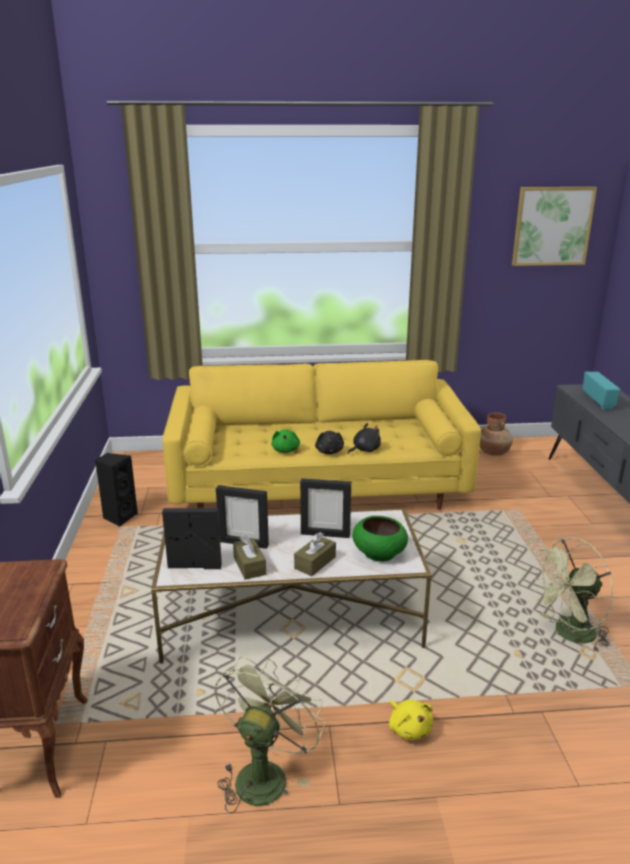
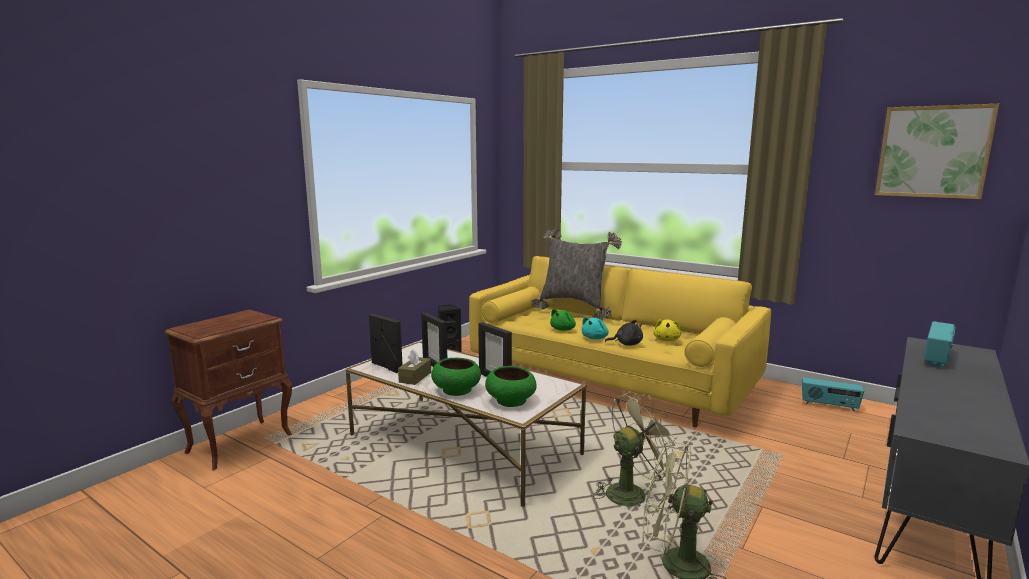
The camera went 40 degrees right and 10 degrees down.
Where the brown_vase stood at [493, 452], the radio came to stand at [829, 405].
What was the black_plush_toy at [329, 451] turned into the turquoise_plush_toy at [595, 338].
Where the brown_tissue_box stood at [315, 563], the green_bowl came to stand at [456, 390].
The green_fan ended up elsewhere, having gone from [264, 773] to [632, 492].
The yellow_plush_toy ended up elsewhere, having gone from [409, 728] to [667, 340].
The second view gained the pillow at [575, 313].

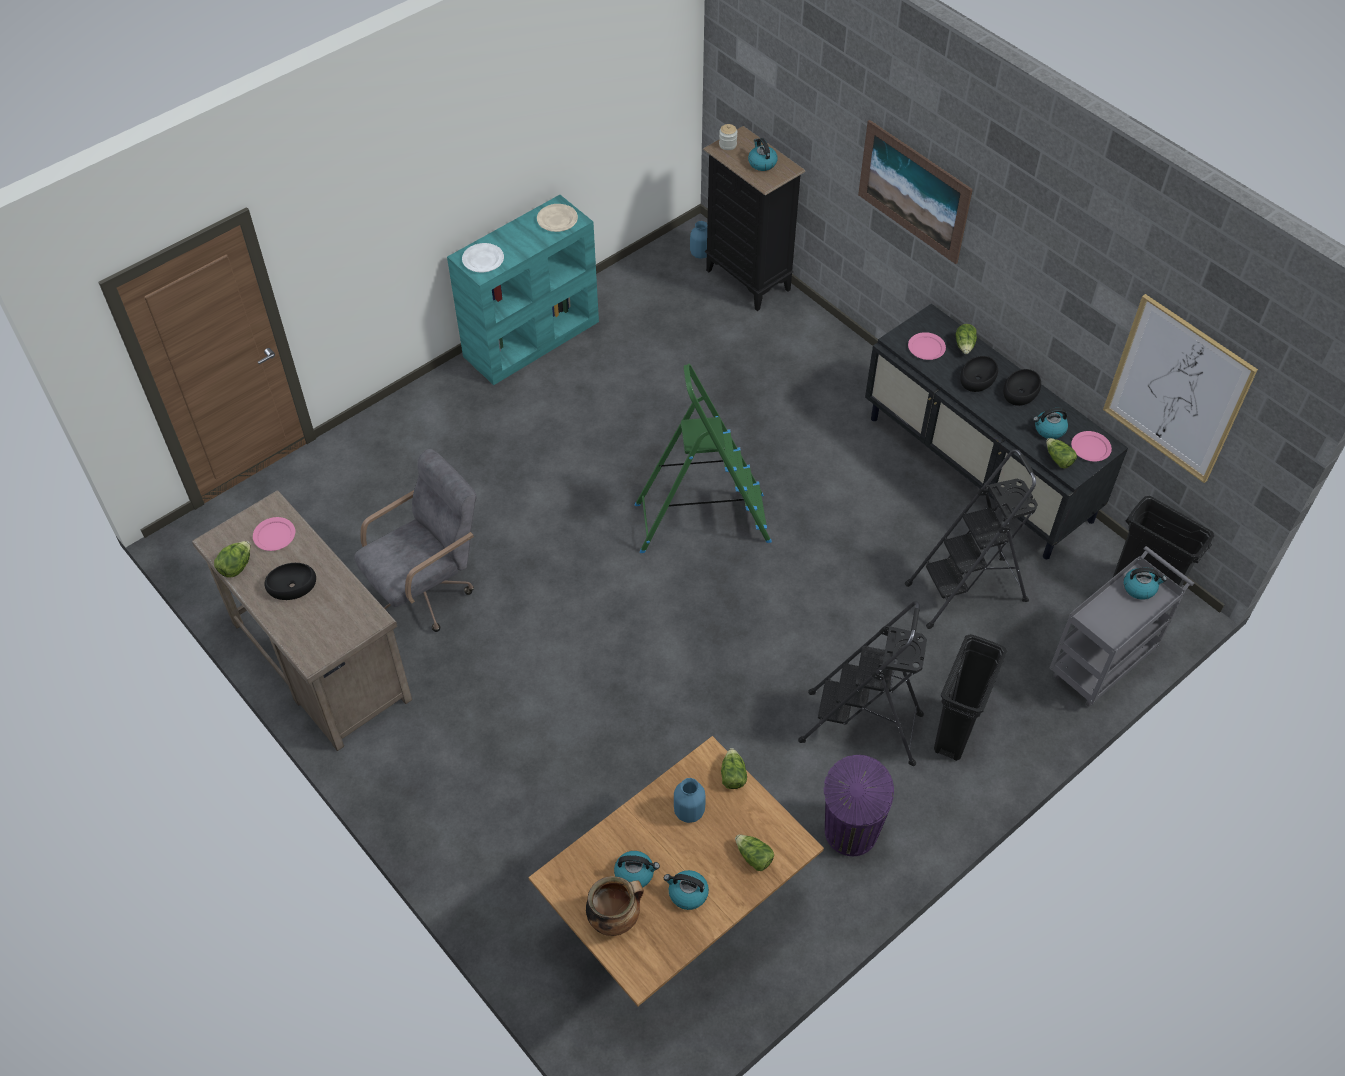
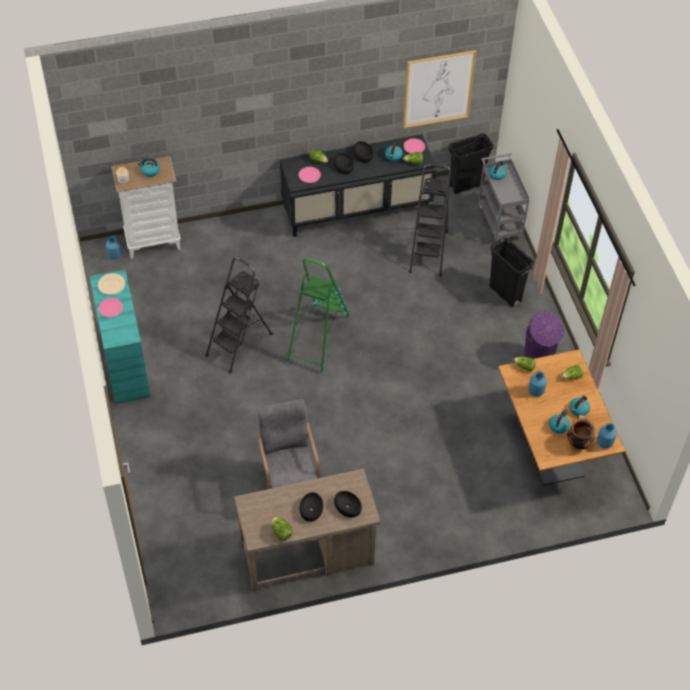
The camera went 65 degrees left and 0 degrees up.
The second view lost the picture at [913, 191].
What was the black_dresser at [748, 282] turned into the white_dresser at [154, 243].
The second view lost the white_plate at [483, 260].
The pink_plate ended up elsewhere, having gone from [275, 535] to [111, 308].
The step_ladder ended up elsewhere, having gone from [863, 727] to [240, 343].
The second view gained the blue_vase at [604, 443].
The second view gained the black_bowl at [348, 506].

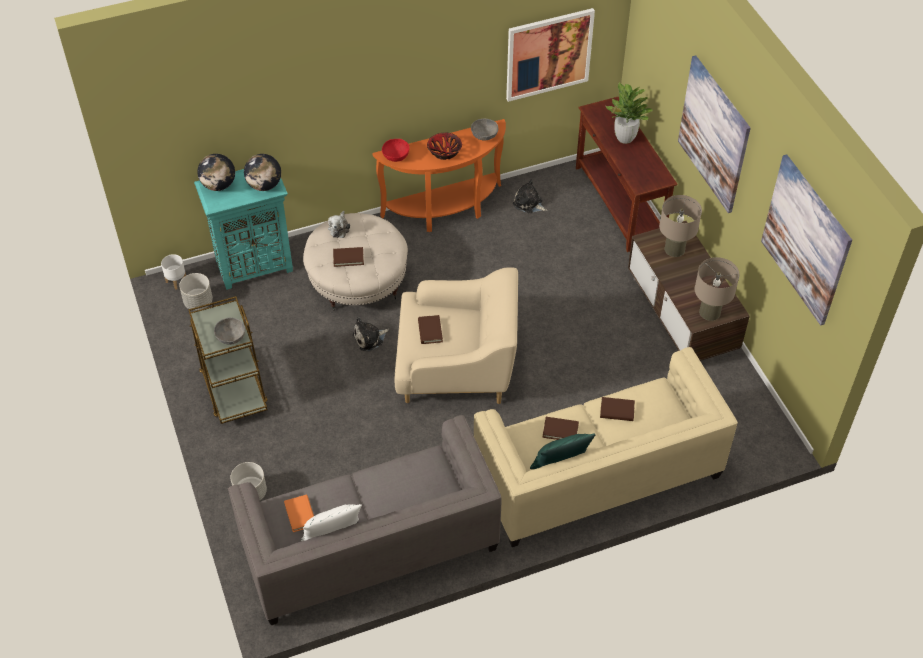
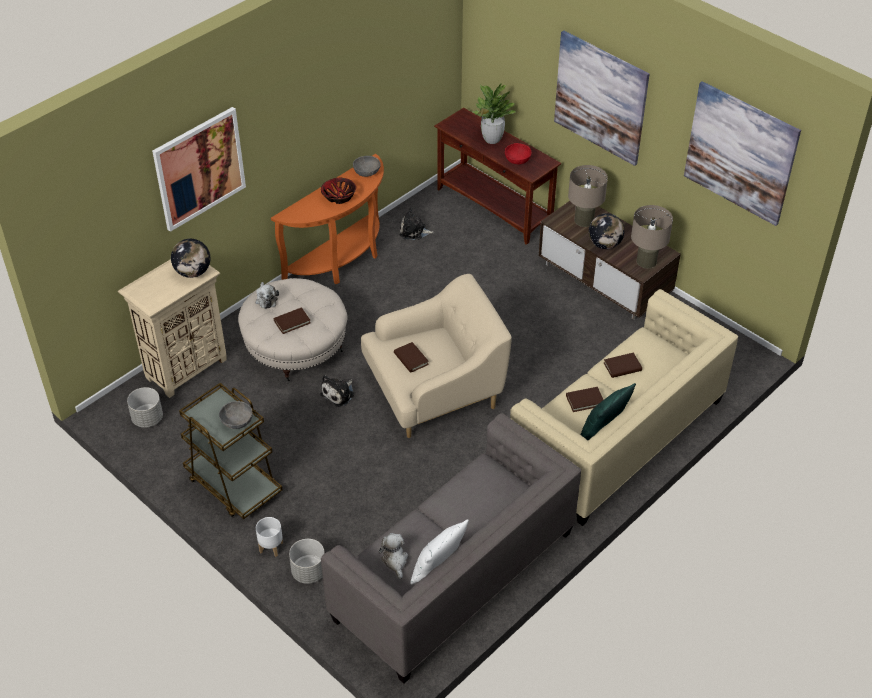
The camera went 25 degrees left and 5 degrees down.
The picture ended up elsewhere, having gone from [548, 54] to [199, 168].
The red_bowl ended up elsewhere, having gone from [396, 156] to [517, 160].
The globe ended up elsewhere, having gone from [218, 185] to [604, 244].
What was the turquoise_cabinet at [255, 267] turned into the beige_cabinet at [186, 368].
The white_planter ended up elsewhere, having gone from [176, 281] to [271, 547].
Where the orange_book stood at [300, 514], the plush_toy came to stand at [395, 560].

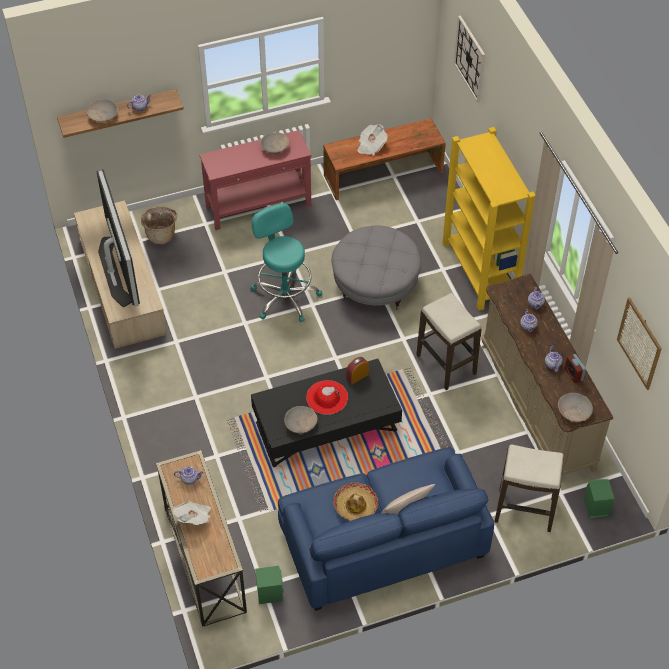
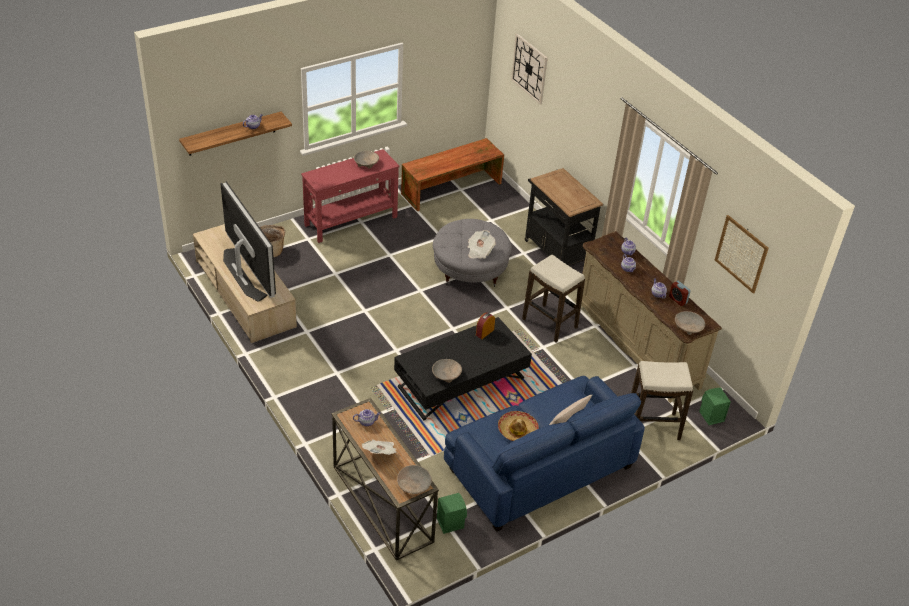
The camera went 15 degrees left and 10 degrees down.
The beige_bowl ended up elsewhere, having gone from [103, 115] to [414, 484].
The newspaper ended up elsewhere, having gone from [371, 146] to [479, 251].
Where the yellow_bookcase stood at [480, 270], the black_cart came to stand at [555, 251].
The second view lost the turquoise_stool at [285, 296].
The second view lost the red_hat at [327, 397].

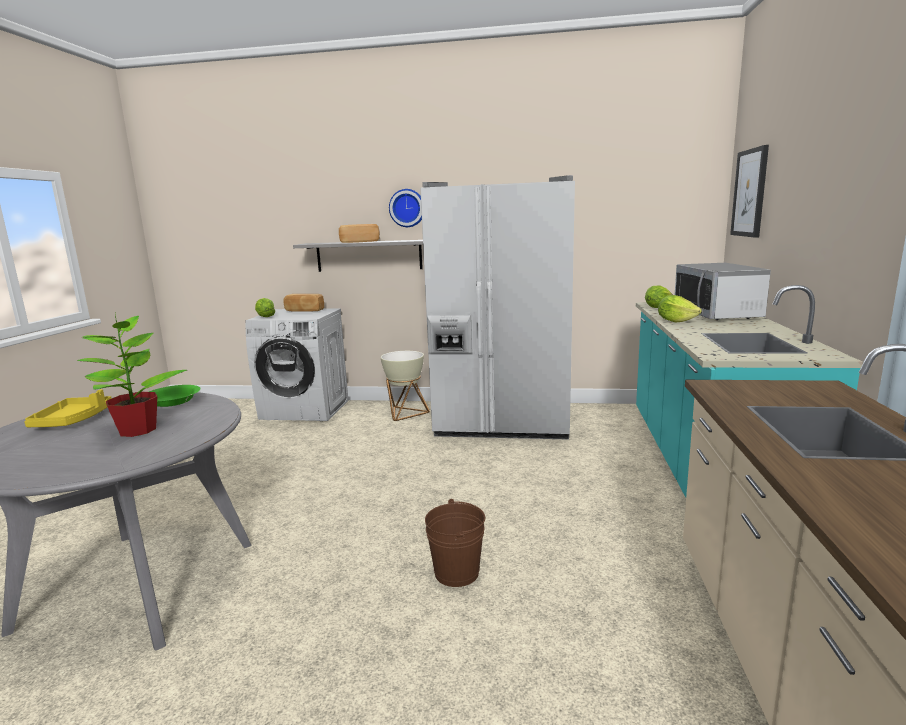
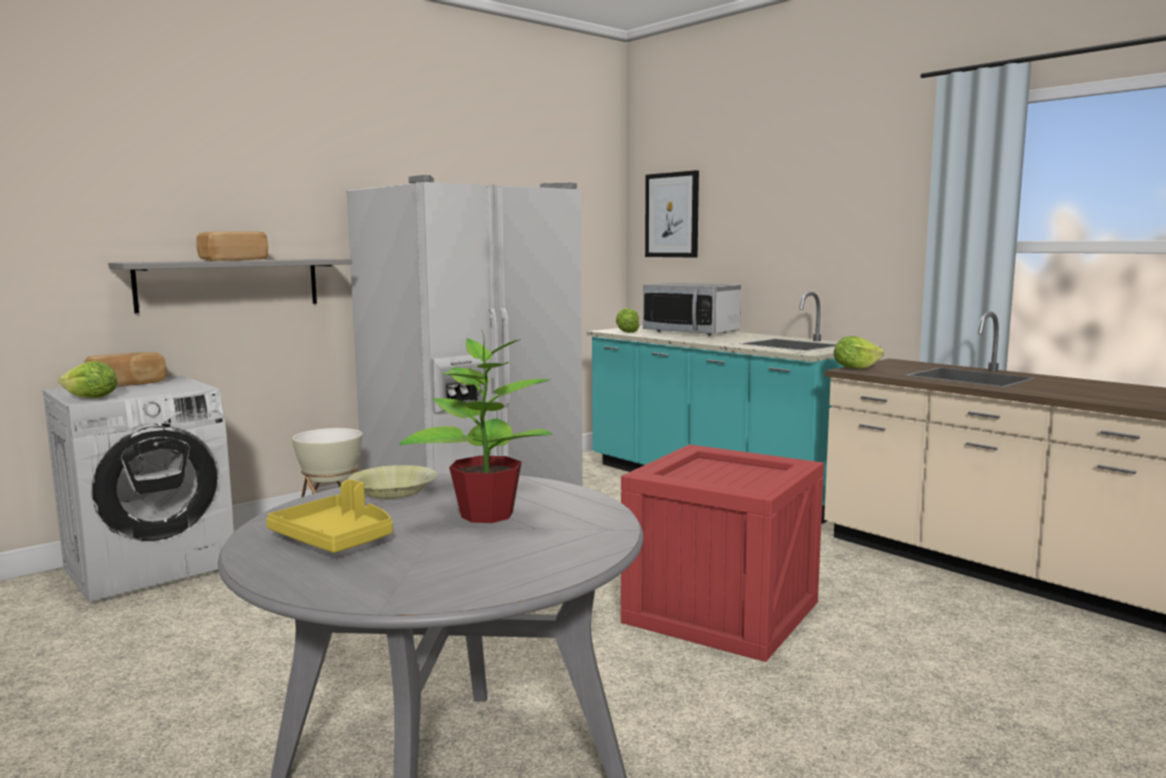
The camera went 50 degrees left and 5 degrees down.
The second view lost the wall_clock at [407, 208].
The lettuce ended up elsewhere, having gone from [676, 321] to [855, 368].
What was the green_bowl at [172, 402] turned into the yellow_bowl at [394, 492].
Where the brown_bucket stood at [456, 572], the crate came to stand at [723, 613].

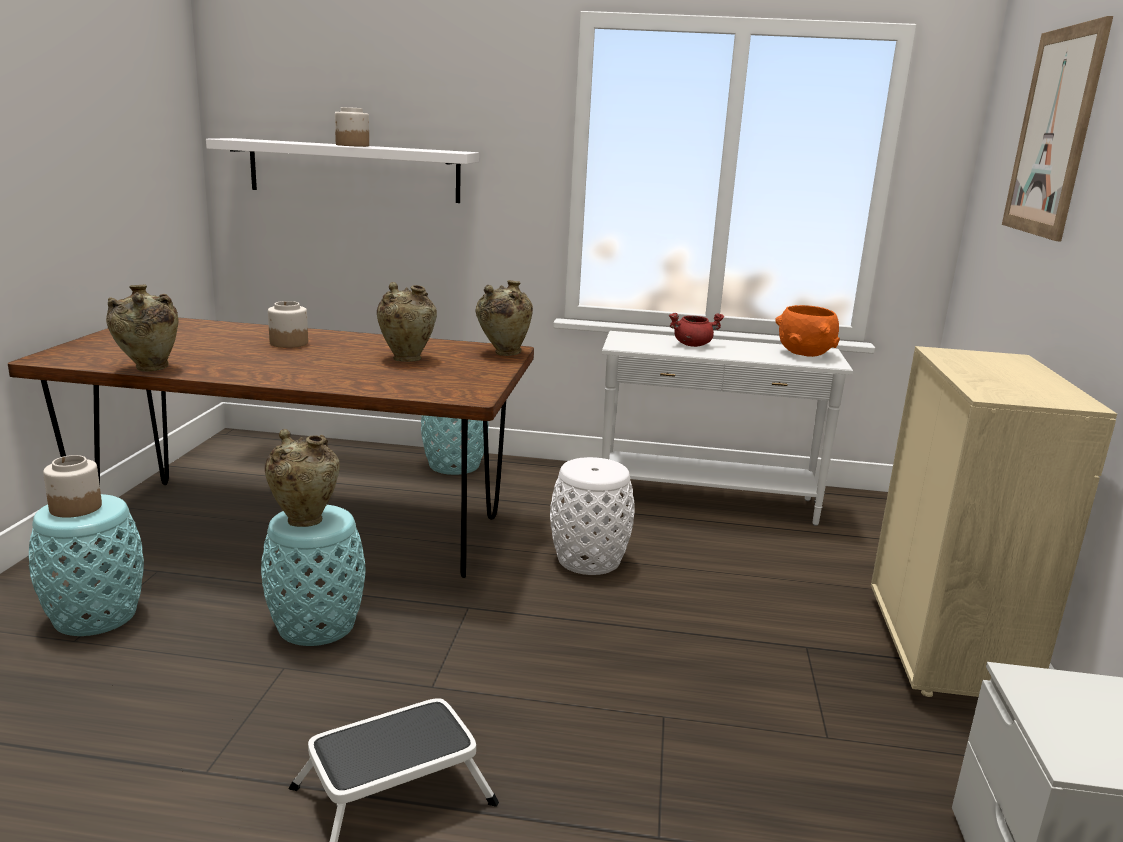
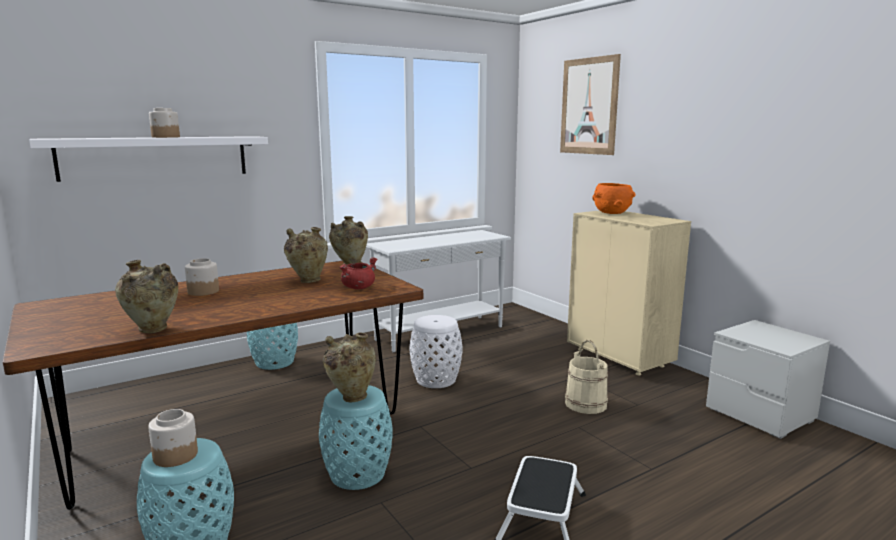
The camera went 40 degrees left and 5 degrees down.
The orange_bowl ended up elsewhere, having gone from [804, 354] to [611, 213].
The red_cooking_pot ended up elsewhere, having gone from [692, 345] to [358, 287].
The second view gained the beige_bucket at [585, 404].

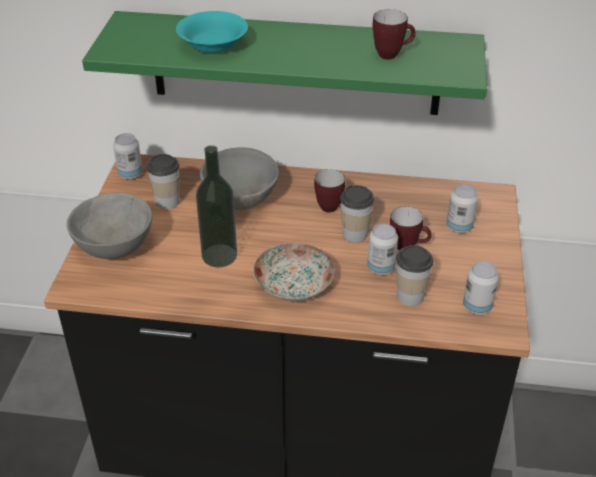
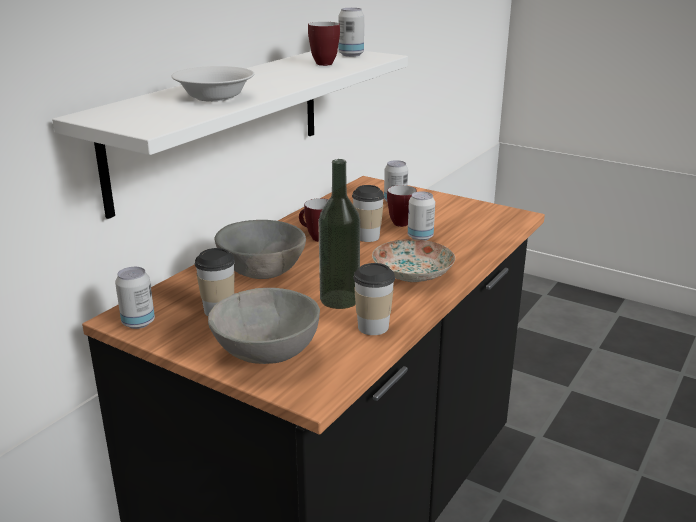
The camera went 65 degrees left and 15 degrees down.
What was the green_shelf at [295, 63] turned into the white_shelf at [221, 123].
What was the turquoise_bowl at [212, 45] turned into the white_bowl at [214, 97].
The cup ended up elsewhere, having gone from [410, 296] to [373, 327].
The can ended up elsewhere, having gone from [477, 306] to [351, 55].

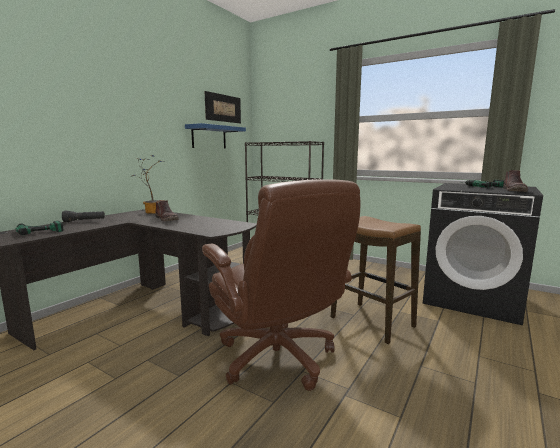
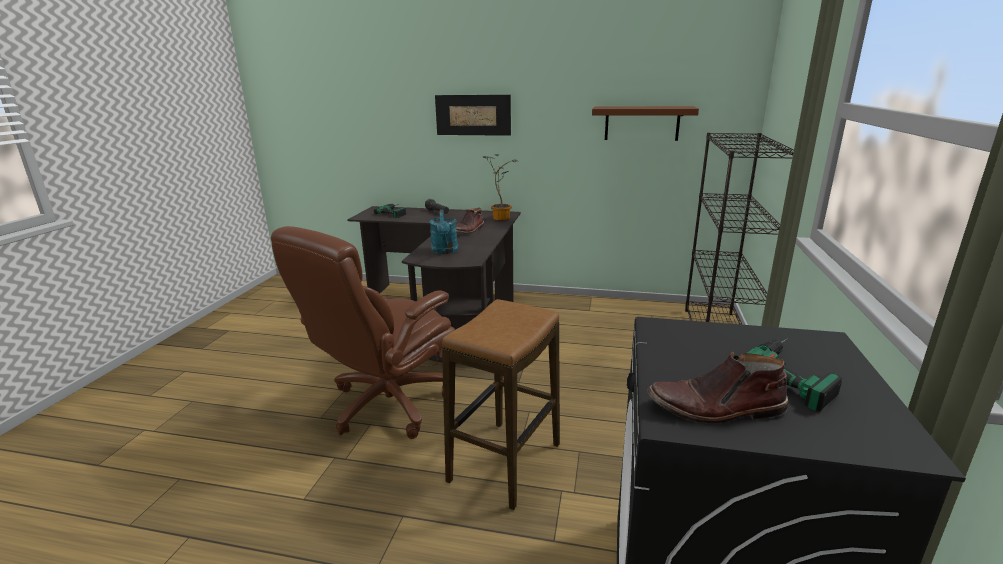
The camera went 70 degrees right and 10 degrees up.
The picture ended up elsewhere, having gone from [223, 108] to [473, 115].
What was the blue_shelf at [209, 137] turned into the brown_shelf at [642, 123].
The second view gained the turquoise_watering_can at [445, 251].

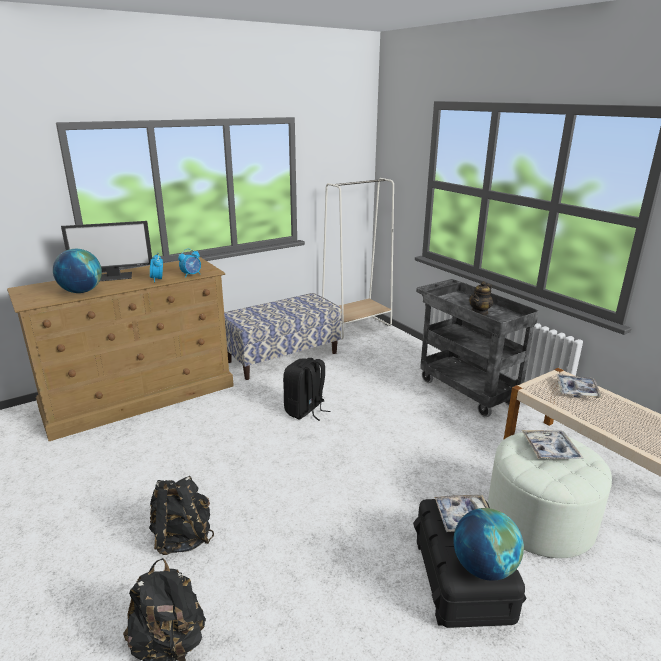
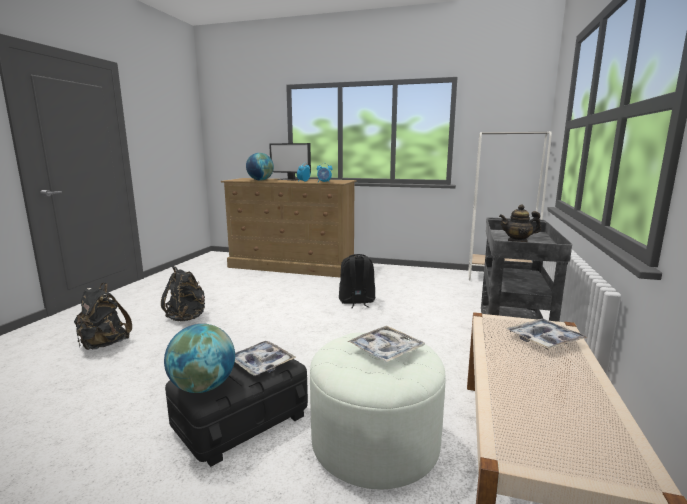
The camera went 50 degrees right and 10 degrees down.
The second view lost the bench at [282, 357].

